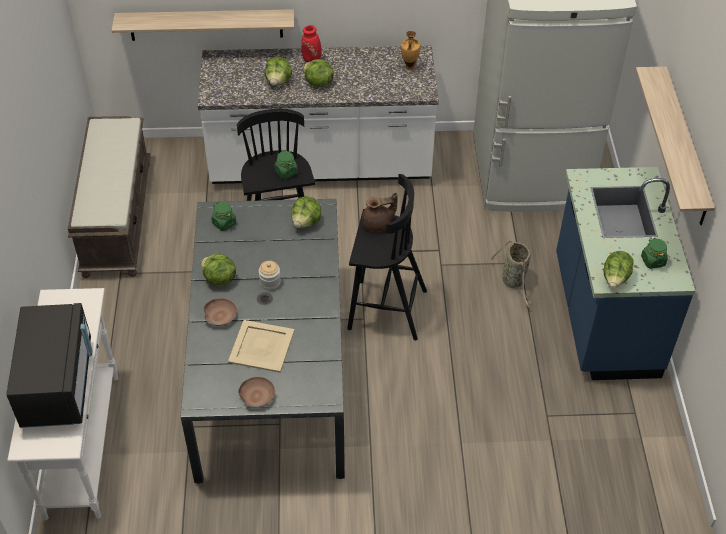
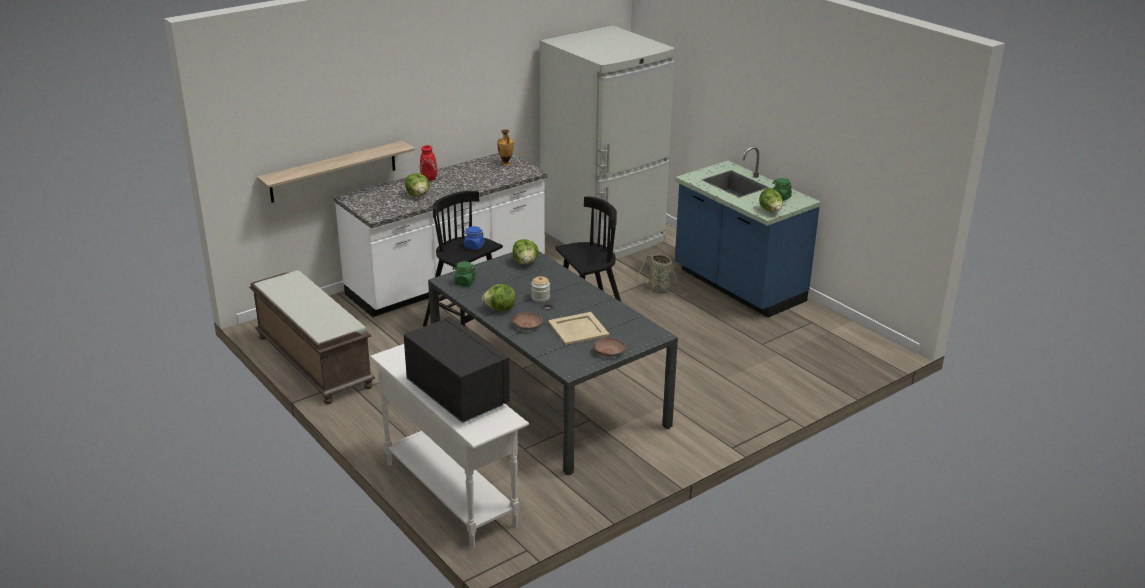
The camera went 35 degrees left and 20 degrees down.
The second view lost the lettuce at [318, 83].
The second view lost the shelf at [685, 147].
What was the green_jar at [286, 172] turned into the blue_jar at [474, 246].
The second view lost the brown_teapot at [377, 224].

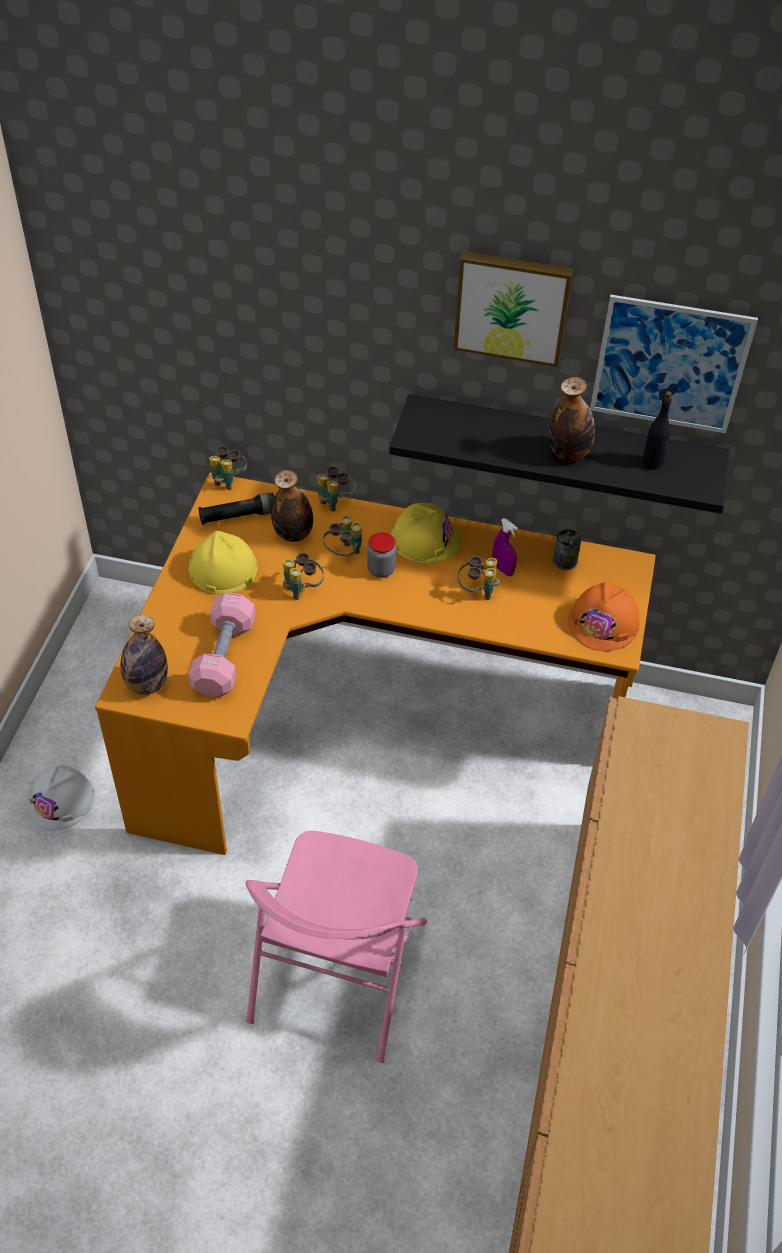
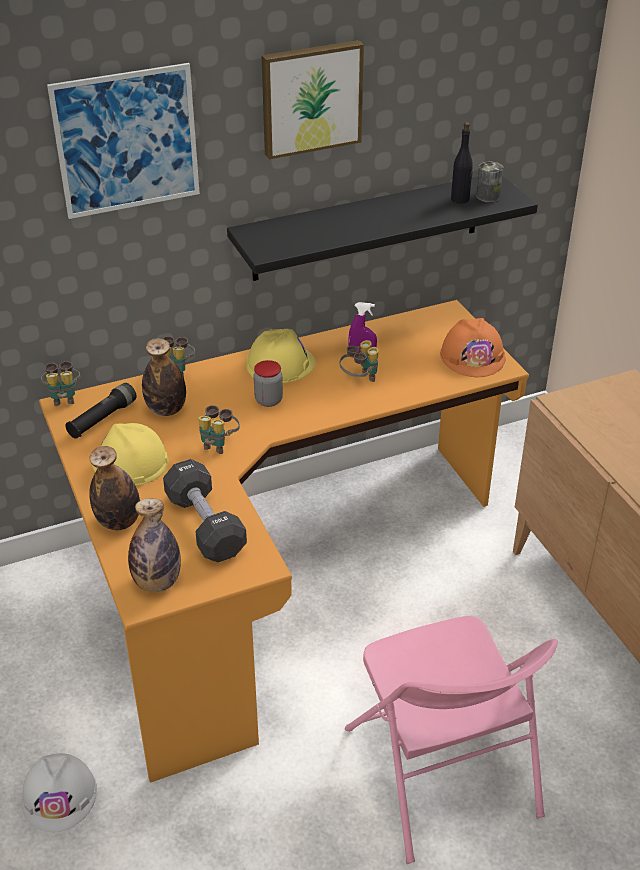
The camera went 35 degrees left and 10 degrees down.
The picture ended up elsewhere, having gone from [670, 365] to [127, 141].
The bottle ended up elsewhere, having gone from [568, 453] to [119, 522].
The second view lost the binoculars at [344, 554].
The can ended up elsewhere, having gone from [564, 560] to [487, 196].
What was the pink_dumbbell at [224, 657] turned into the black_dumbbell at [205, 525].

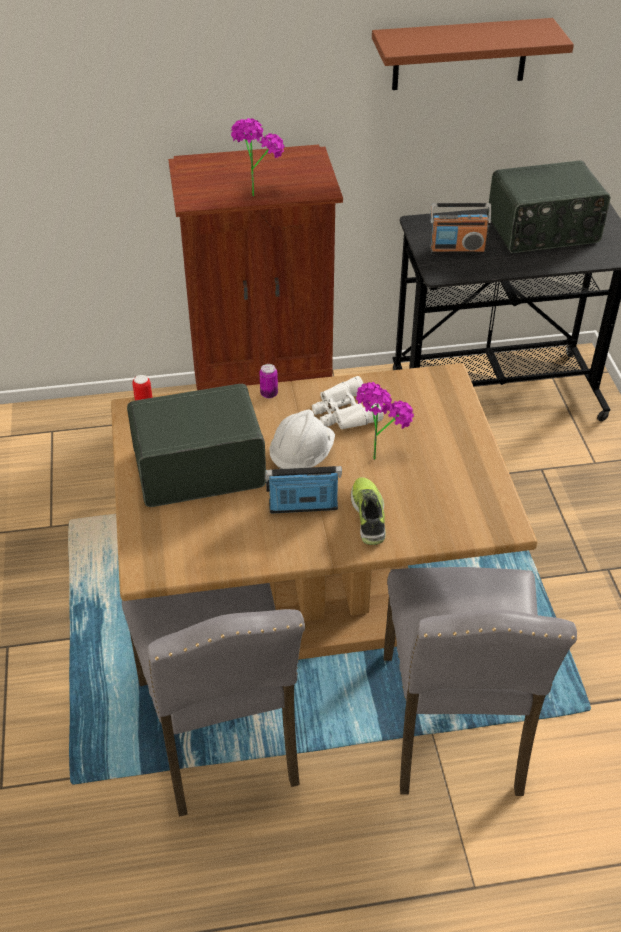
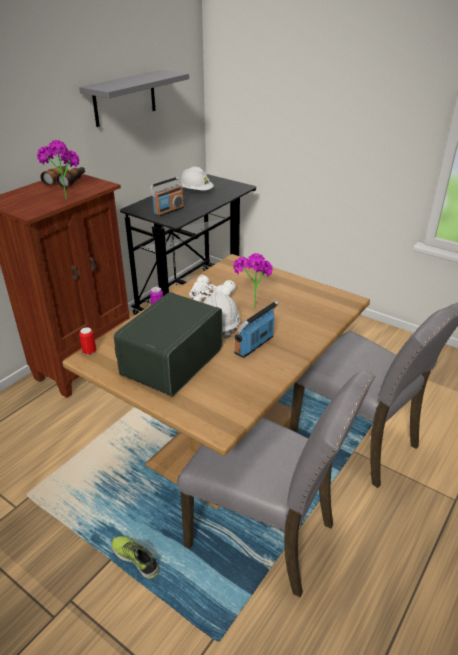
The camera went 45 degrees left and 10 degrees down.
What was the brown_shelf at [460, 54] turned into the grey_shelf at [124, 98].
Where the radio stood at [543, 231], the white_hard_hat came to stand at [196, 191].
The shoe ended up elsewhere, having gone from [369, 515] to [136, 558].
The second view gained the binoculars at [66, 181].

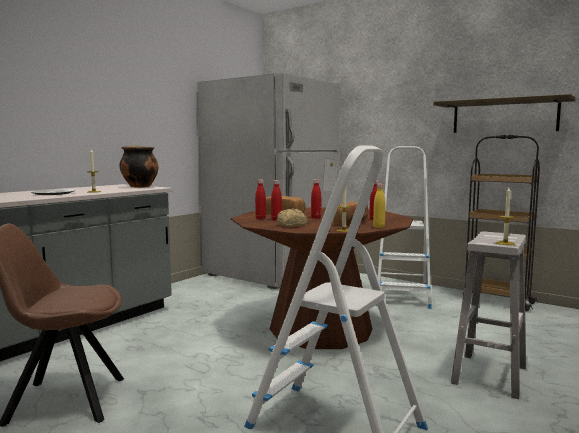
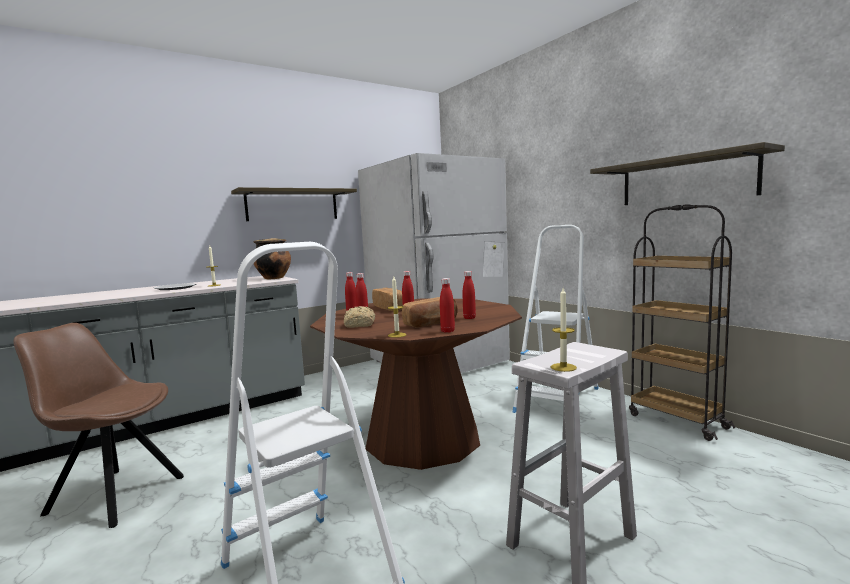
The camera went 20 degrees right and 0 degrees up.
What was the yellow_bottle at [379, 227] turned into the red_bottle at [447, 331].
The second view gained the shelf at [292, 205].

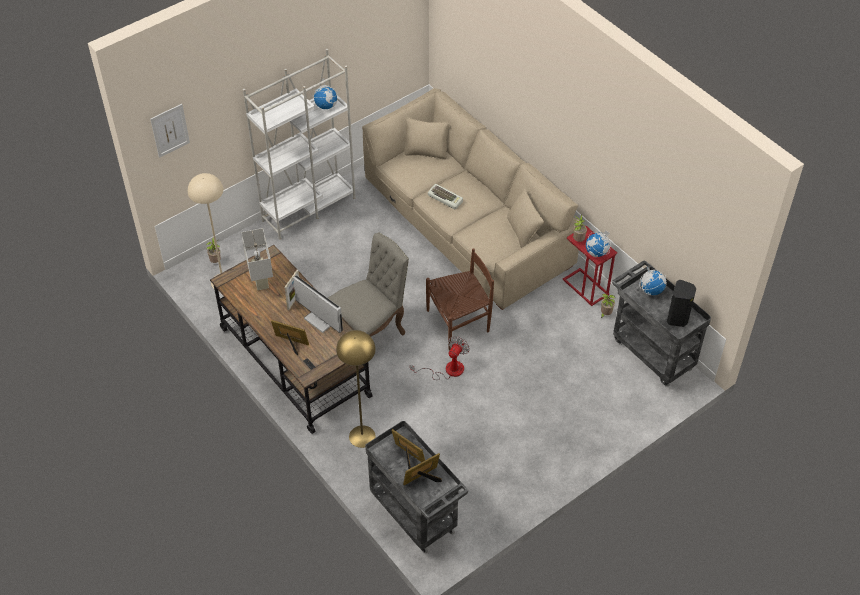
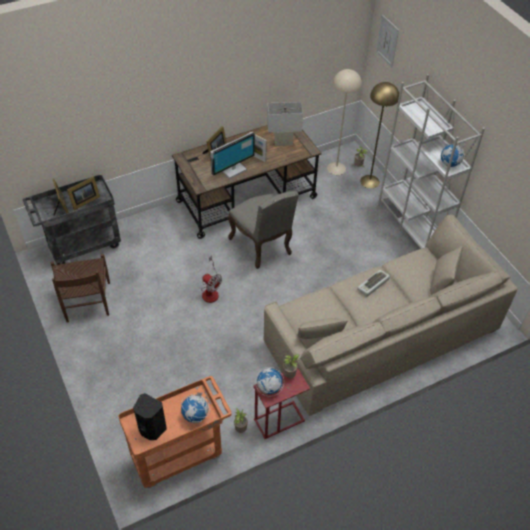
The camera went 100 degrees right and 0 degrees up.
The brown_chair ended up elsewhere, having gone from [459, 323] to [86, 303].
What was the black_cart at [649, 353] turned into the orange_cart at [181, 456].
The yellow_floor_lamp ended up elsewhere, having gone from [362, 436] to [370, 181].

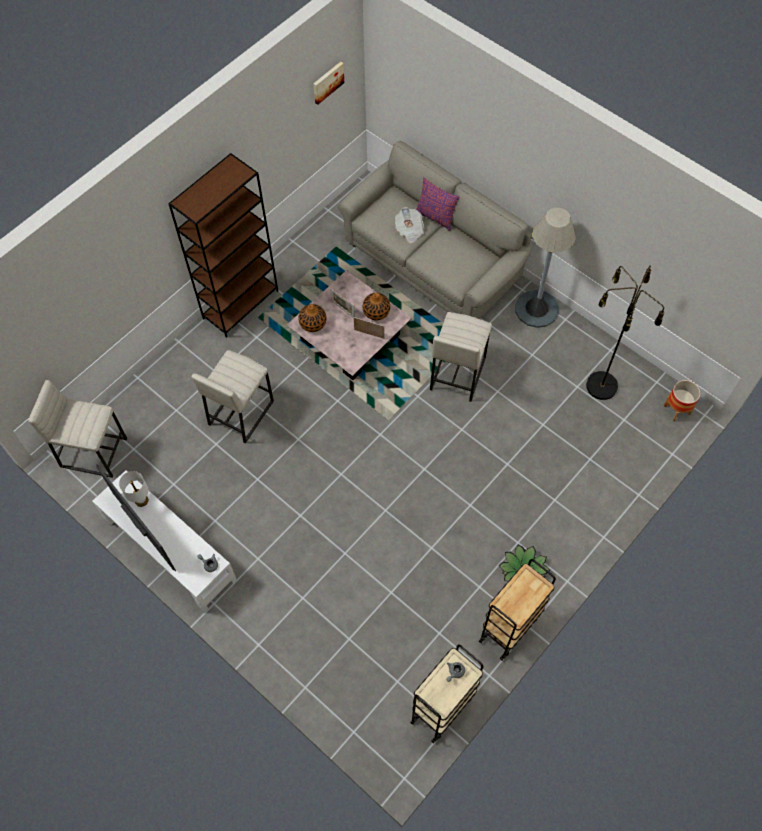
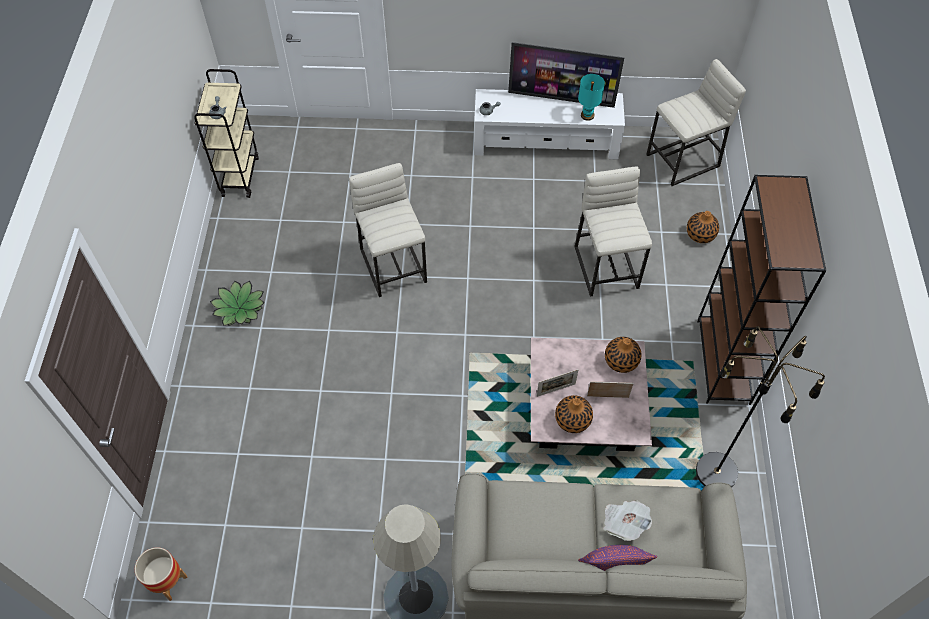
The camera went 140 degrees right and 5 degrees down.
The second view lost the picture at [327, 82].
The floor_lamp ended up elsewhere, having gone from [600, 386] to [717, 472].
The beige_stool ended up elsewhere, having gone from [457, 373] to [393, 265].
What was the white_table_lamp at [141, 500] turned into the turquoise_table_lamp at [587, 115].
The second view lost the brown_cart at [509, 629].
The second view gained the vase at [700, 234].

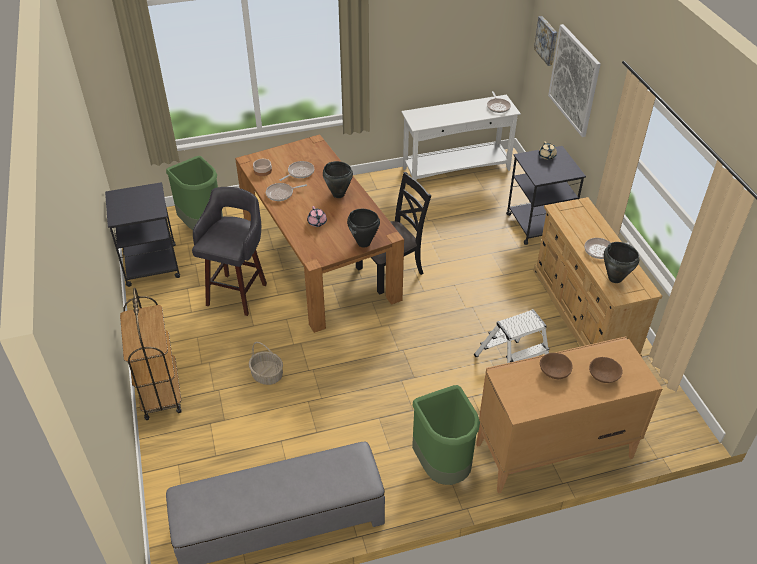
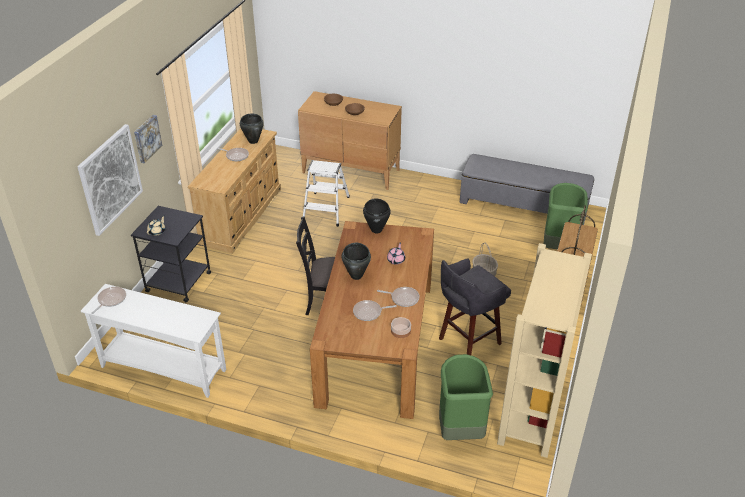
The camera went 145 degrees left and 5 degrees down.
The picture ended up elsewhere, having gone from [547, 40] to [146, 138].
Where the black_cart stood at [151, 264], the beige_bookcase came to stand at [532, 410].
The green_trash_can ended up elsewhere, having gone from [443, 467] to [559, 246].

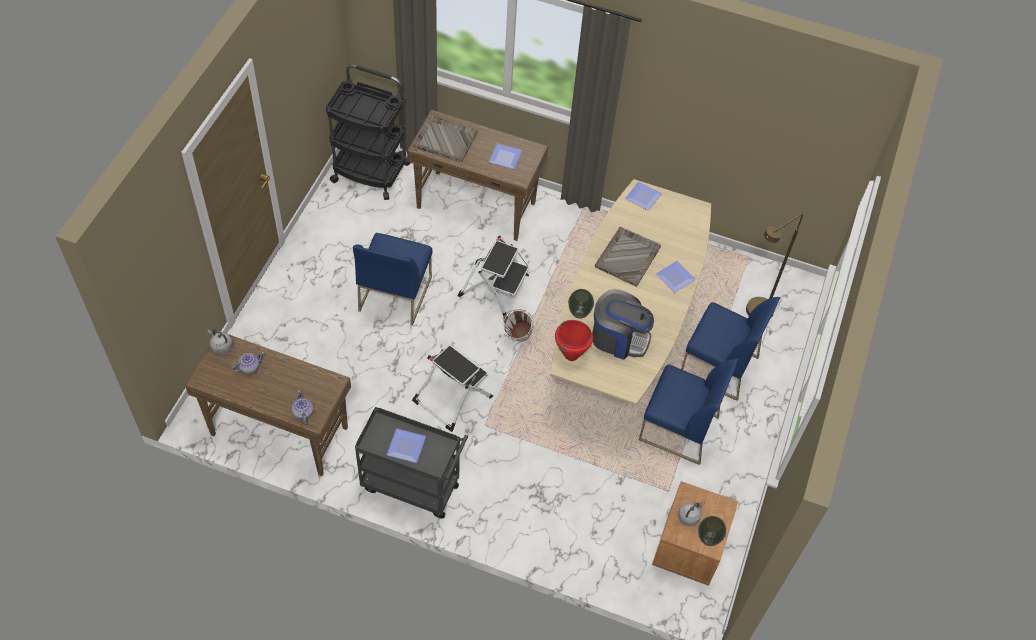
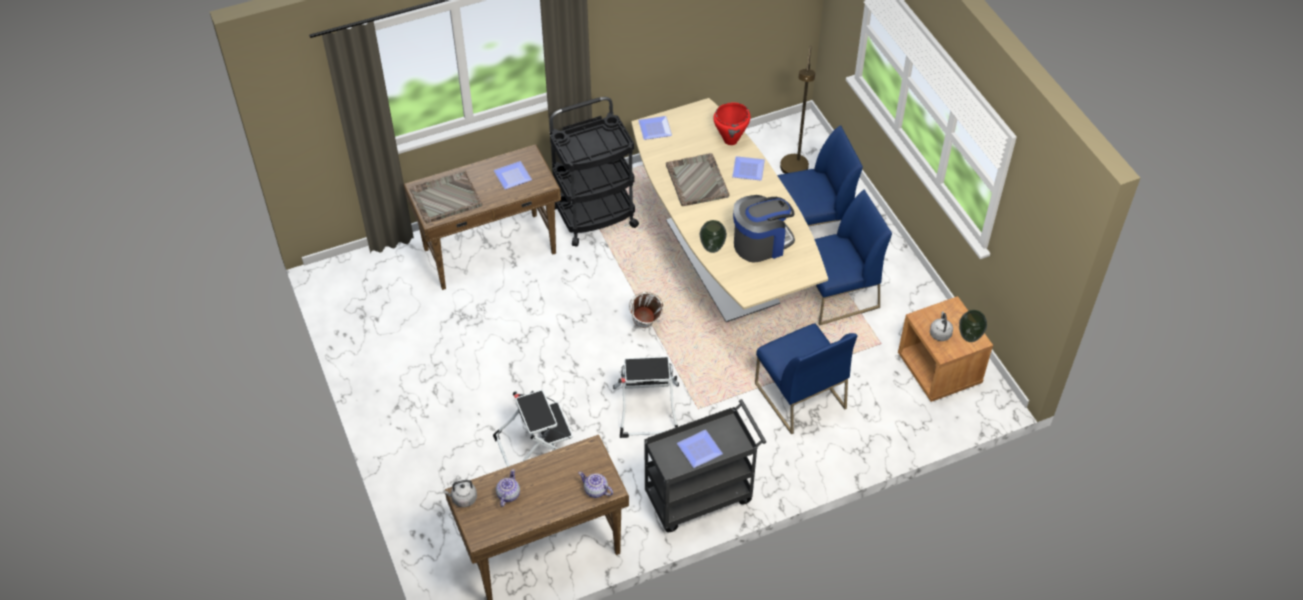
The camera went 40 degrees left and 5 degrees down.
The black_cart ended up elsewhere, having gone from [370, 172] to [594, 217].
The blue_chair ended up elsewhere, having gone from [394, 293] to [799, 396].
The step_ladder ended up elsewhere, having gone from [494, 287] to [534, 447].
The red_cooking_pot ended up elsewhere, having gone from [571, 355] to [731, 140].

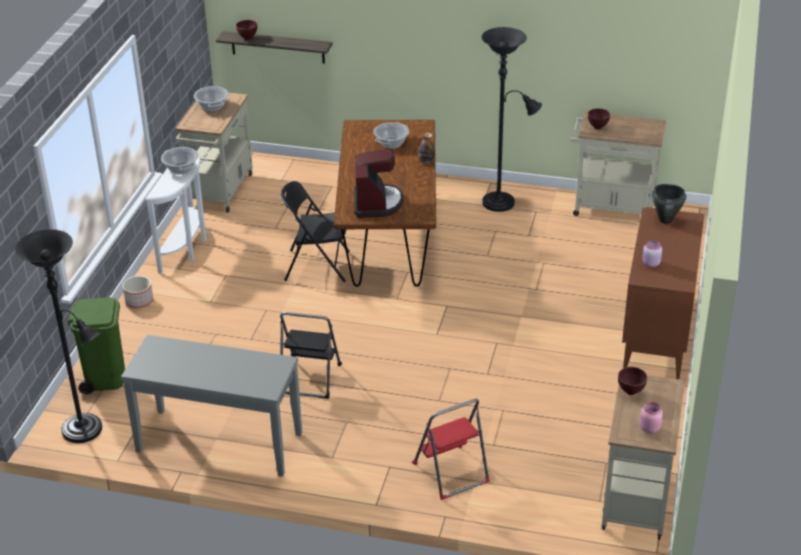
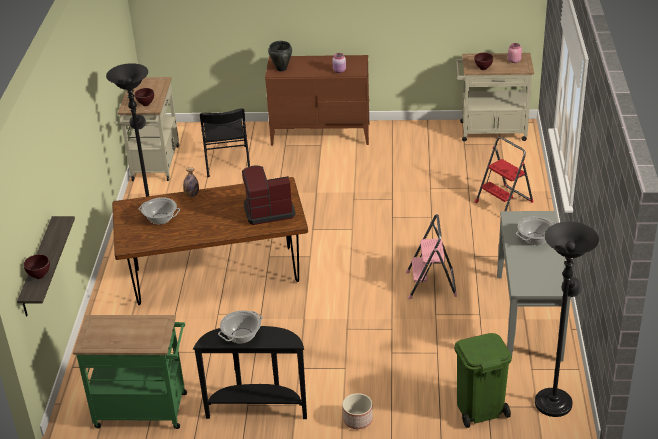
The camera went 100 degrees left and 0 degrees up.
The cooking_pot ended up elsewhere, having gone from [212, 106] to [535, 239].
What was the beige_cart at [219, 192] turned into the green_cart at [144, 410].
What was the white_console_table at [187, 248] turned into the black_console_table at [257, 409].
The black_chair ended up elsewhere, having gone from [317, 265] to [227, 161].
What was the black_step_ladder at [309, 380] turned into the pink_step_ladder at [433, 284].

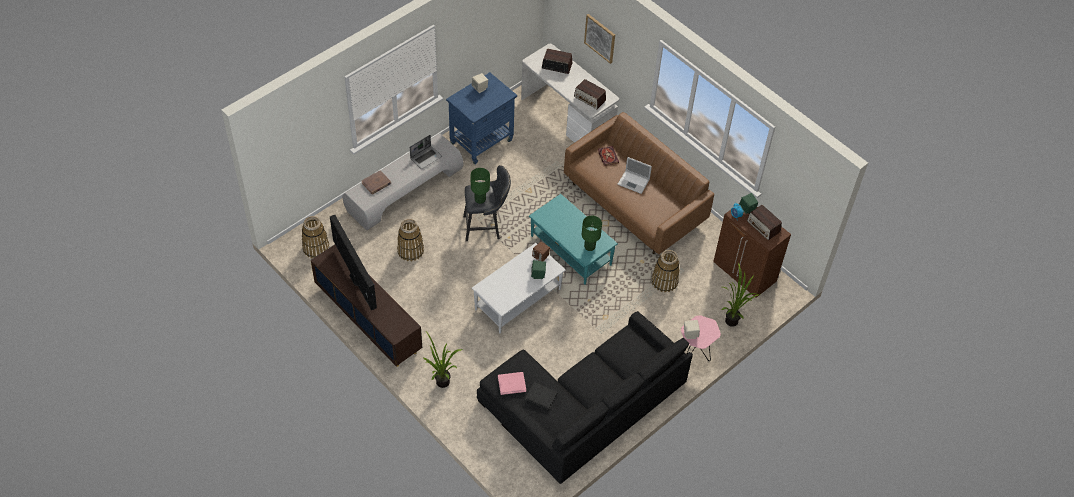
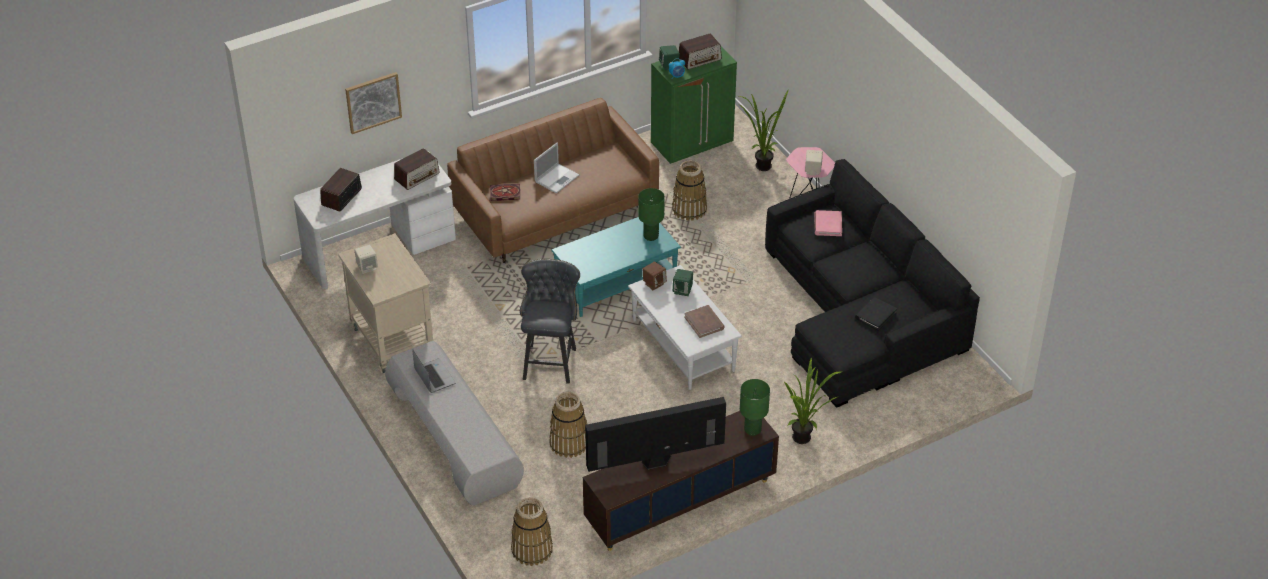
The camera went 75 degrees left and 10 degrees down.
What was the blue_cart at [482, 142] turned into the beige_cart at [392, 341].
The green_table_lamp ended up elsewhere, having gone from [480, 200] to [752, 431].
The brown_book ended up elsewhere, having gone from [376, 183] to [704, 323].
What was the brown_cabinet at [745, 271] turned into the green_cabinet at [692, 141].
The pink_book ended up elsewhere, having gone from [511, 384] to [827, 225].

